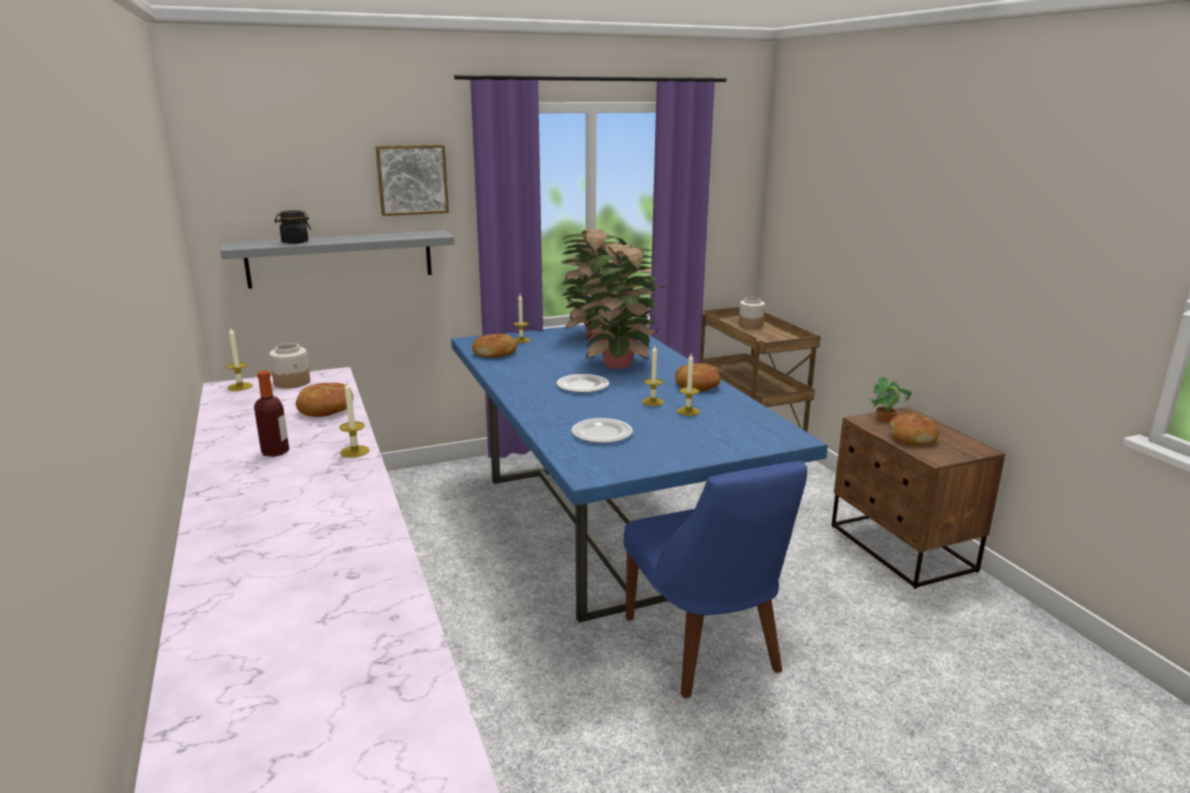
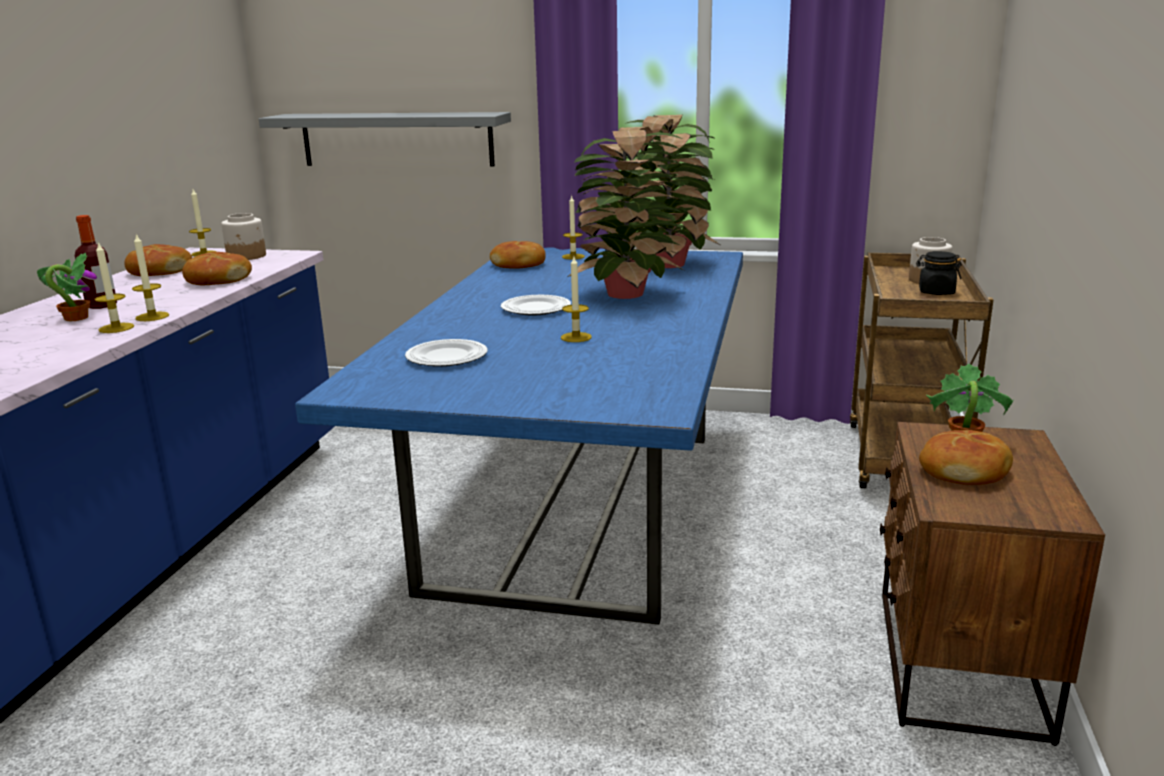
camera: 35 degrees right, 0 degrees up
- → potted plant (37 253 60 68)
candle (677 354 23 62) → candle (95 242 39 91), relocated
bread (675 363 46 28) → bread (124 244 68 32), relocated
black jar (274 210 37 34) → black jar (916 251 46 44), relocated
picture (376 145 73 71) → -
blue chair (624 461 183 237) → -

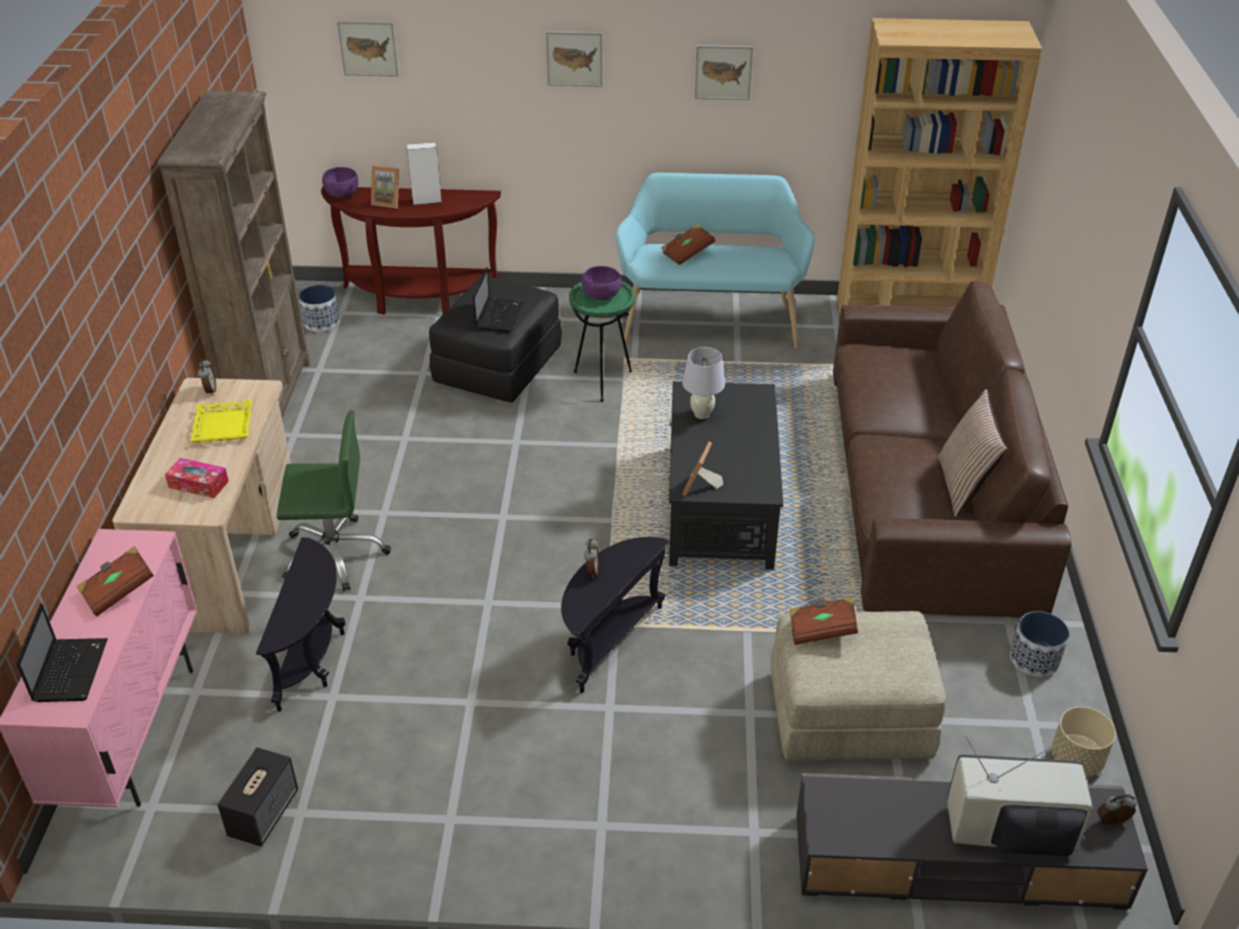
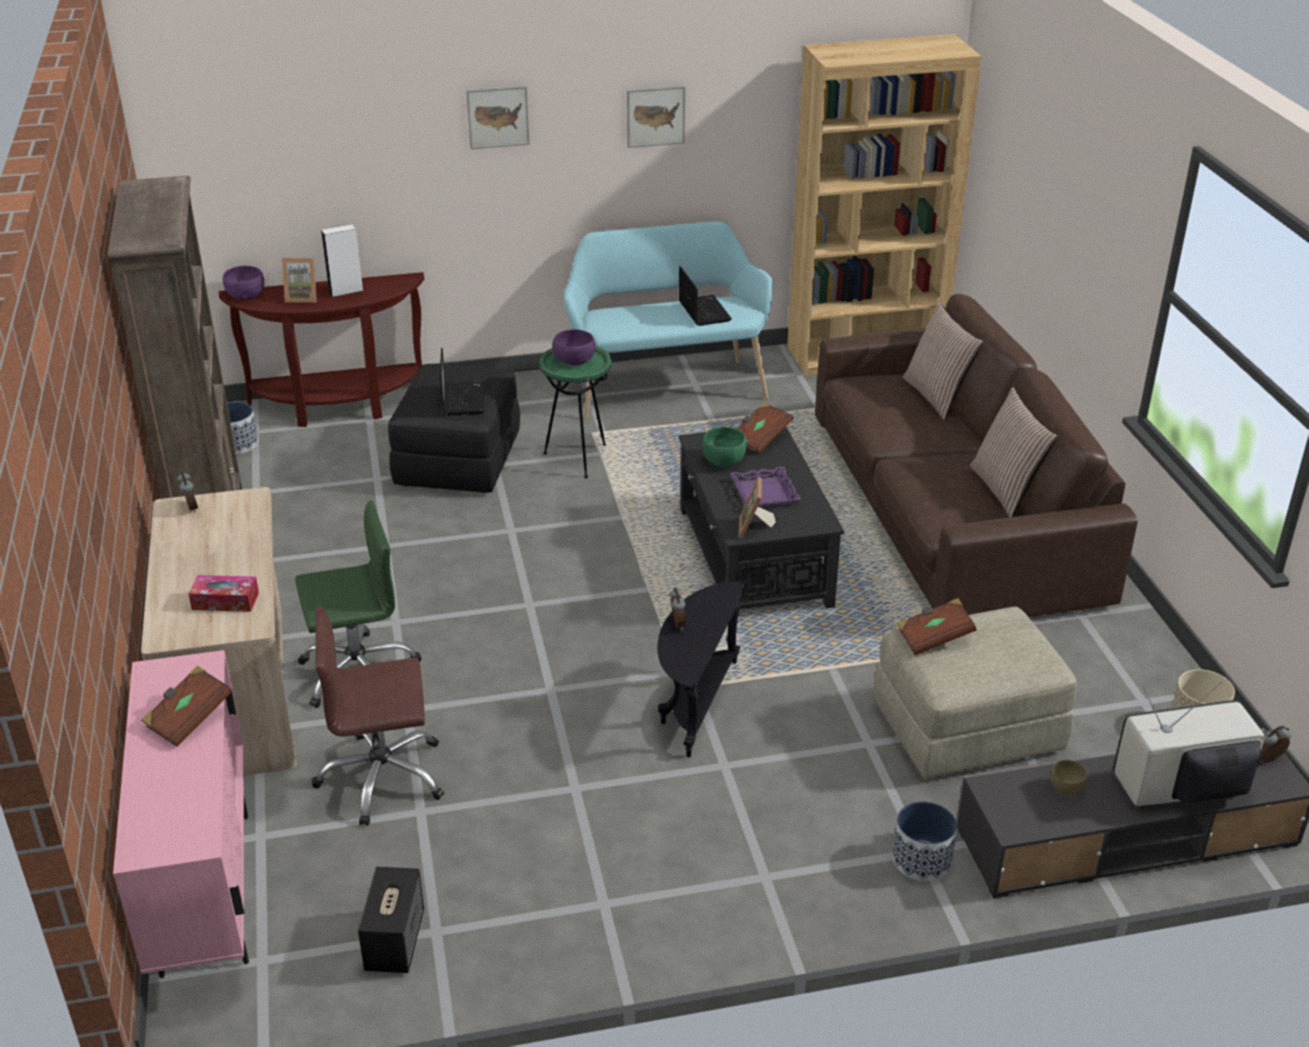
camera: 15 degrees left, 5 degrees down
black side table (256 537 90 175) → brown office chair (312 605 132 221)
laptop (16 603 92 99) → laptop (679 266 53 60), relocated
white table lamp (682 347 43 72) → green bowl (702 427 46 40)
- → purple tray (730 466 71 41)
brown book (661 224 55 41) → brown book (738 402 55 52), relocated
planter (1010 611 59 66) → planter (892 801 65 80), relocated
- → pillow (903 302 80 118)
- → brown bowl (1050 760 37 36)
yellow tray (190 400 62 43) → -
picture (337 21 62 56) → -

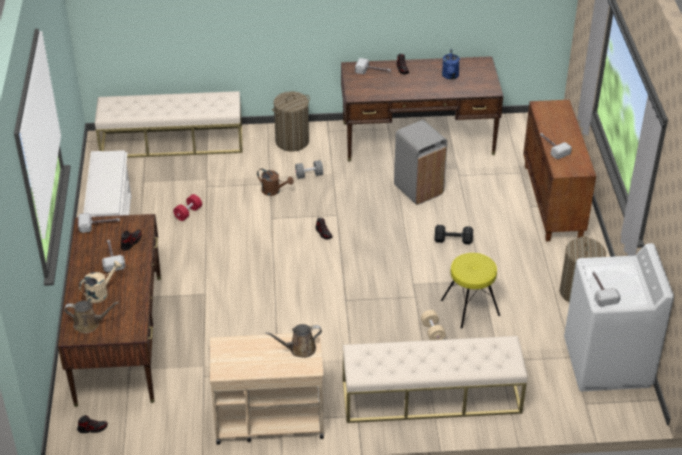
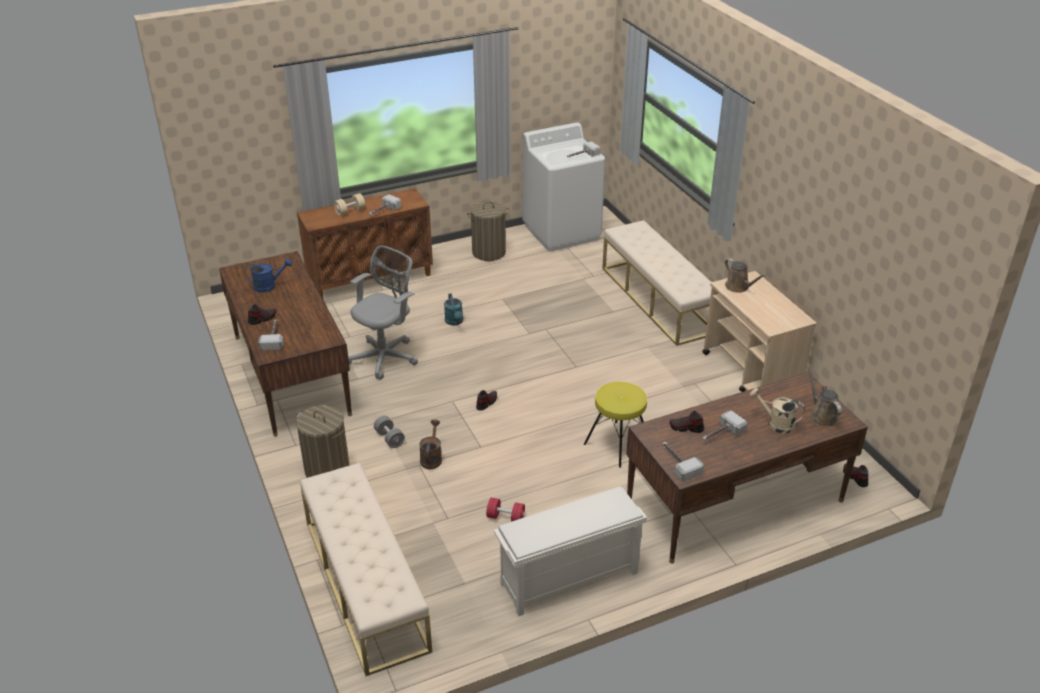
camera: 110 degrees left, 5 degrees down
beige dumbbell (421 310 25 30) → beige dumbbell (334 193 31 23), relocated
grey trash can (394 120 53 85) → grey office chair (348 246 70 134)
black dumbbell (434 225 39 19) → turquoise watering can (444 293 19 33)
yellow stool (441 253 59 76) → yellow stool (584 382 63 86), relocated

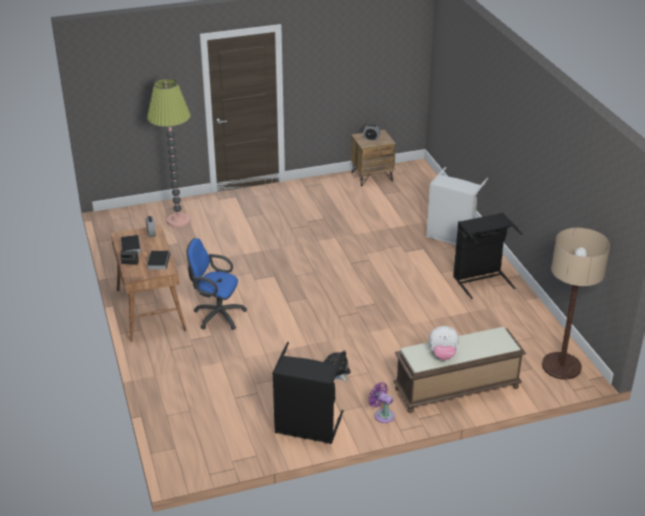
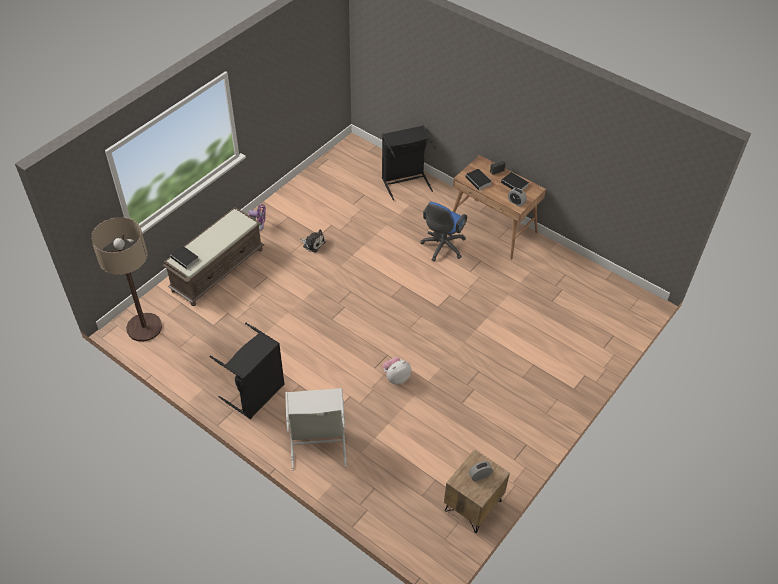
camera: 145 degrees right, 15 degrees up
- → book (170 246 29 23)
black laundry basket (272 342 72 102) → black laundry basket (382 125 54 76), relocated
plush toy (429 326 30 34) → plush toy (383 357 28 27), relocated
blue office chair (187 238 60 92) → blue office chair (420 202 47 59), 135 degrees clockwise
floor lamp (147 78 44 149) → -

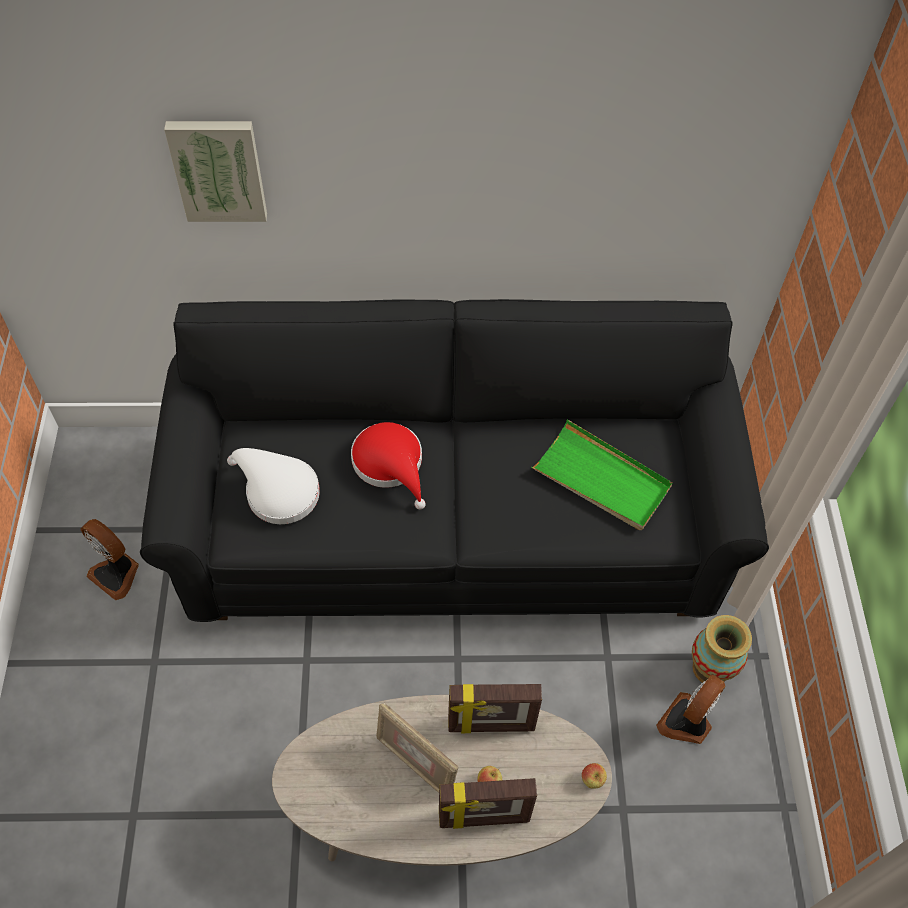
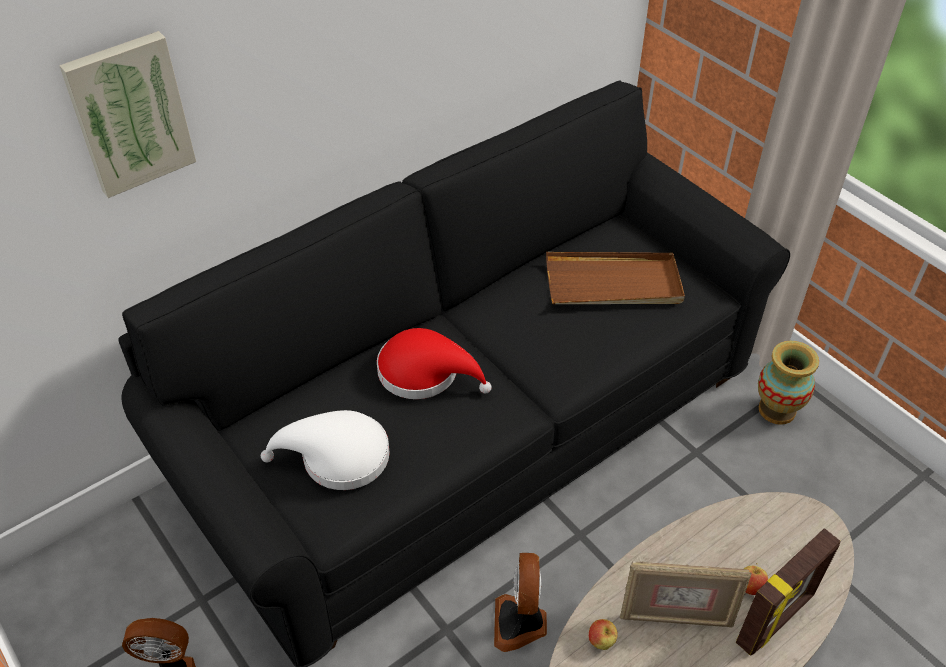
camera: 35 degrees left, 10 degrees down
fan (656 674 69 70) → fan (494 553 53 99), relocated
green tray (531 419 141 111) → brown tray (546 252 139 52)
apple (582 763 25 26) → apple (589 619 29 31), relocated
picture frame (448 684 94 49) → -

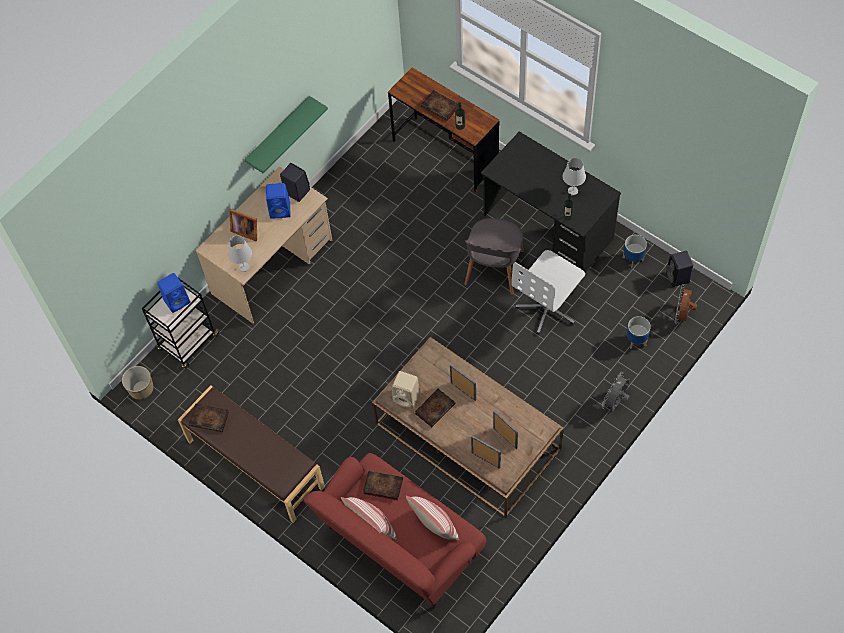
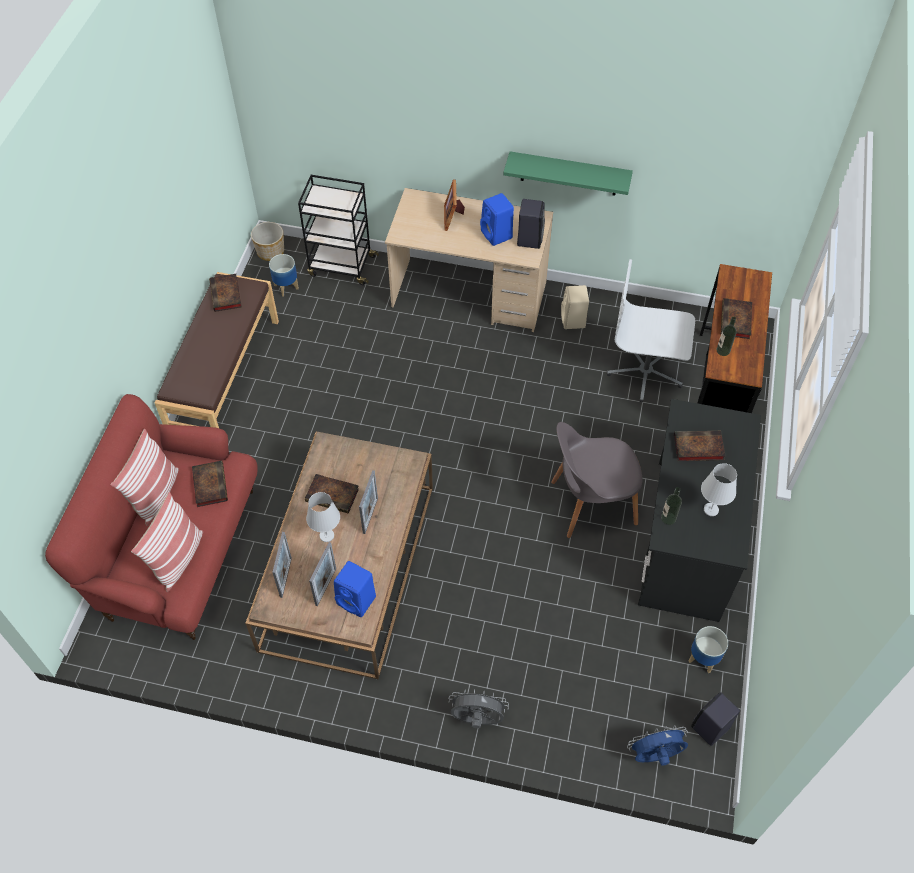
camera: 60 degrees right, 5 degrees down
planter (627 316 24 32) → planter (269 254 30 43), relocated
white table lamp (228 236 24 36) → white table lamp (306 492 34 50), relocated
blue speaker (157 273 33 40) → blue speaker (334 561 42 56), relocated
beige speaker (392 371 28 38) → beige speaker (561 285 28 44), relocated
white office chair (511 250 74 84) → white office chair (607 259 88 144), relocated
brown fan (675 284 22 40) → blue fan (627 725 61 41)
- → book (674 431 52 30)

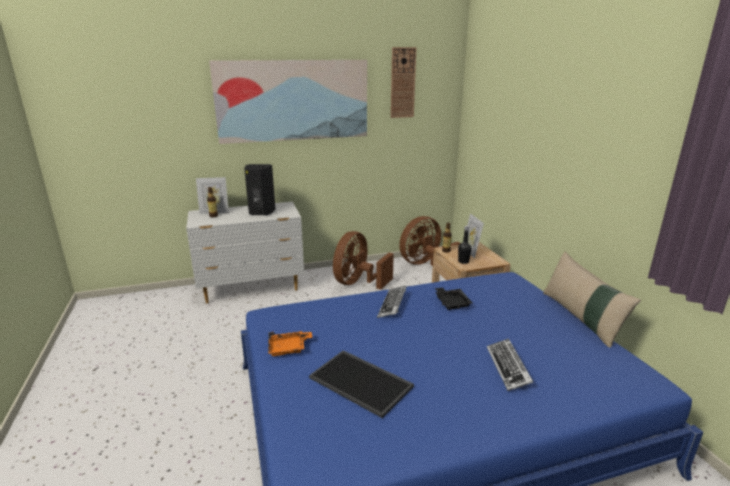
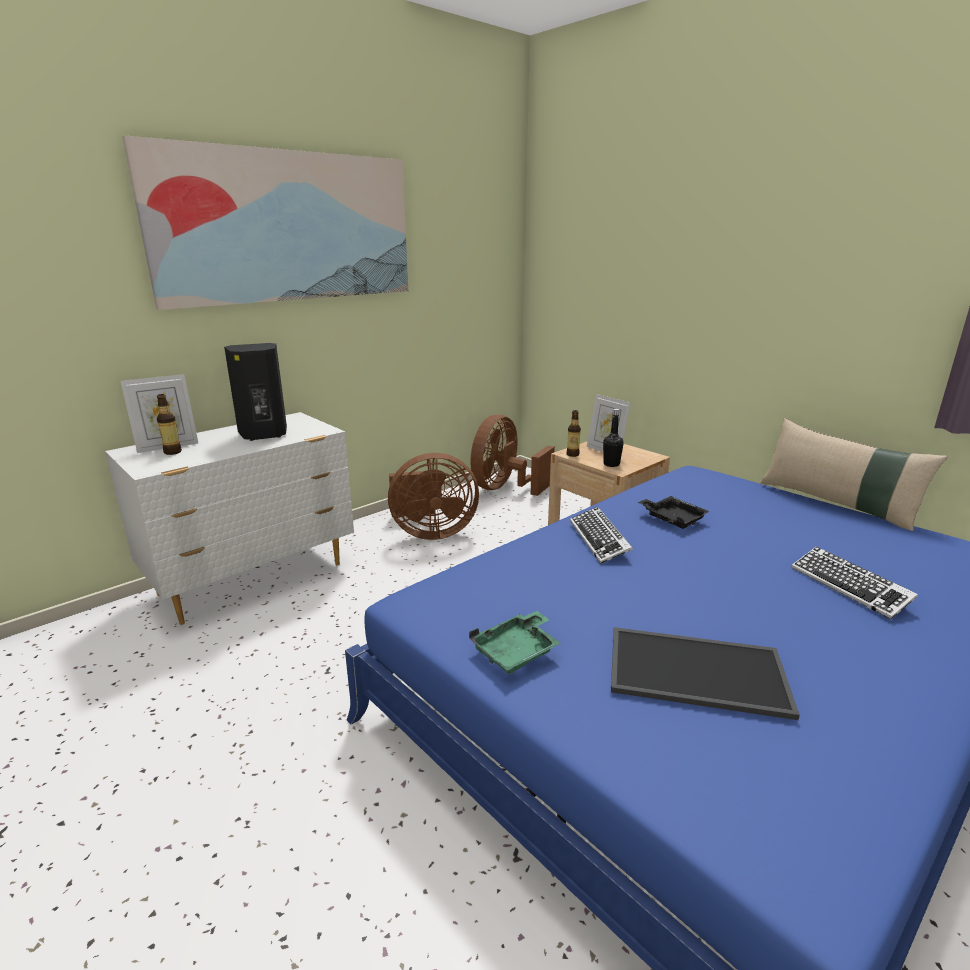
camera: 25 degrees left, 0 degrees up
brown fan (333 231 61 59) → brown fan (388 453 91 87), 105 degrees counterclockwise
orange tray (268 331 44 25) → green tray (469 611 91 63)
wall clock (391 47 26 71) → -

